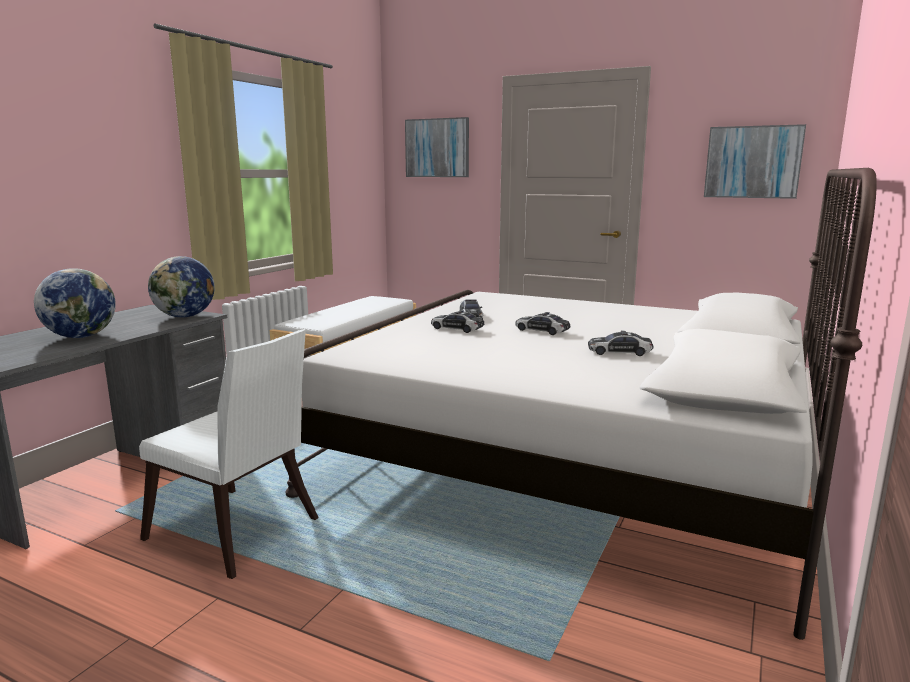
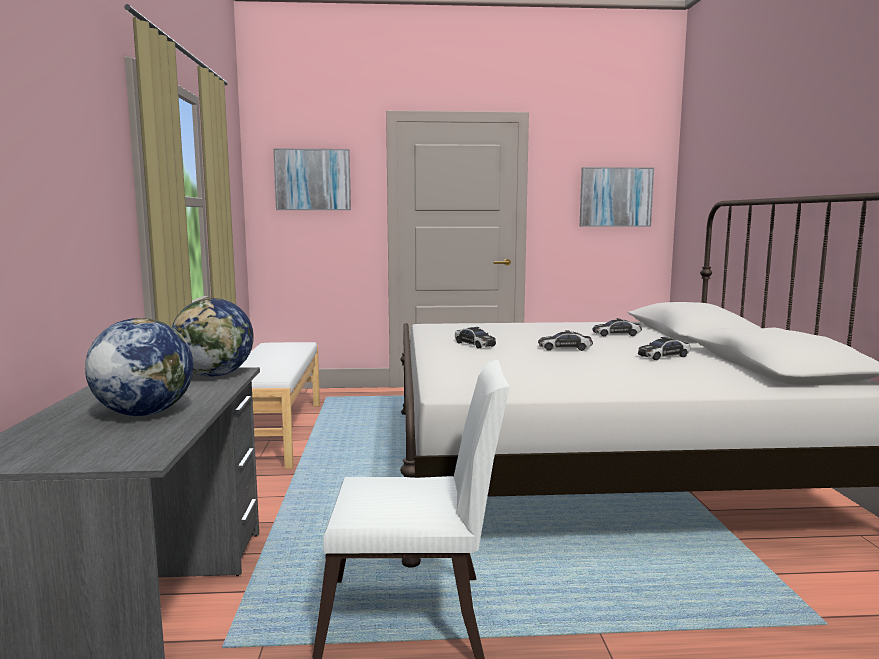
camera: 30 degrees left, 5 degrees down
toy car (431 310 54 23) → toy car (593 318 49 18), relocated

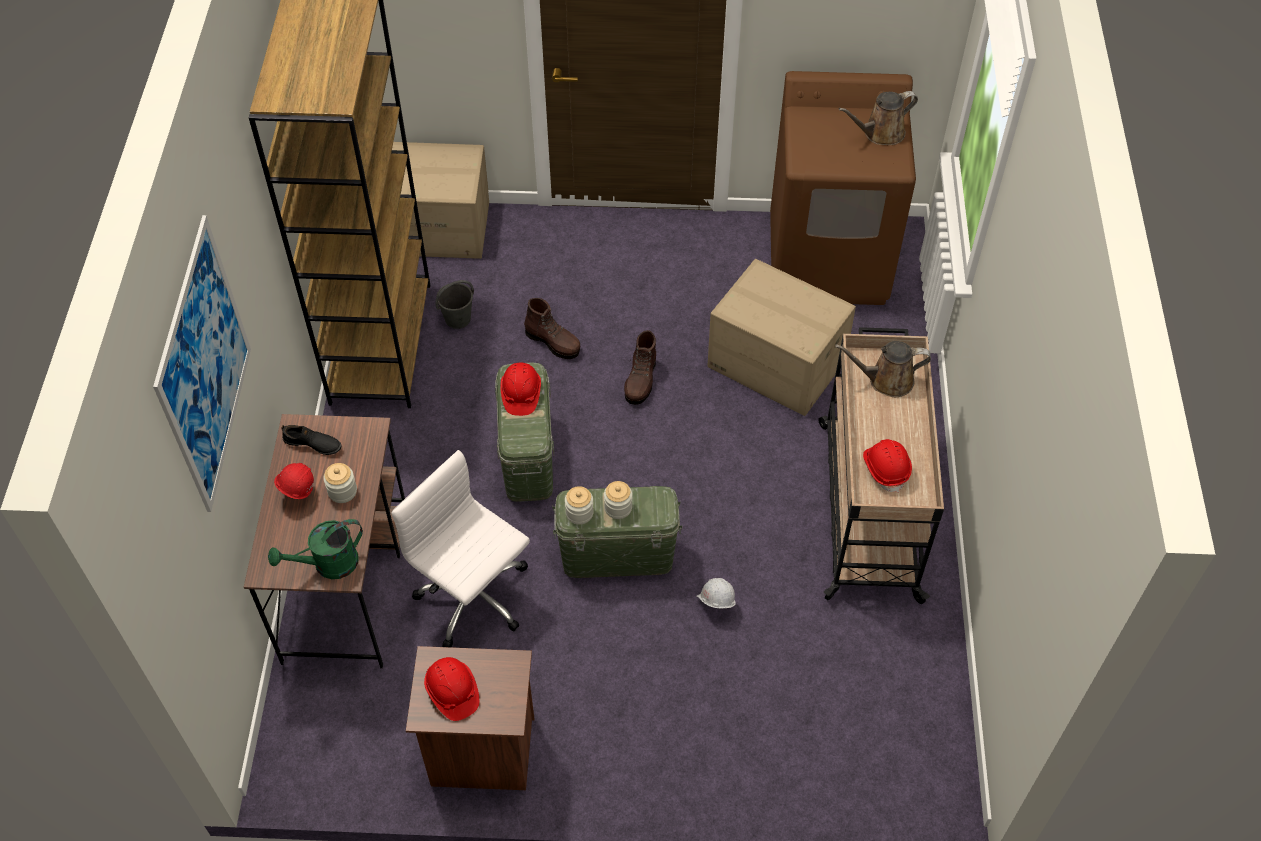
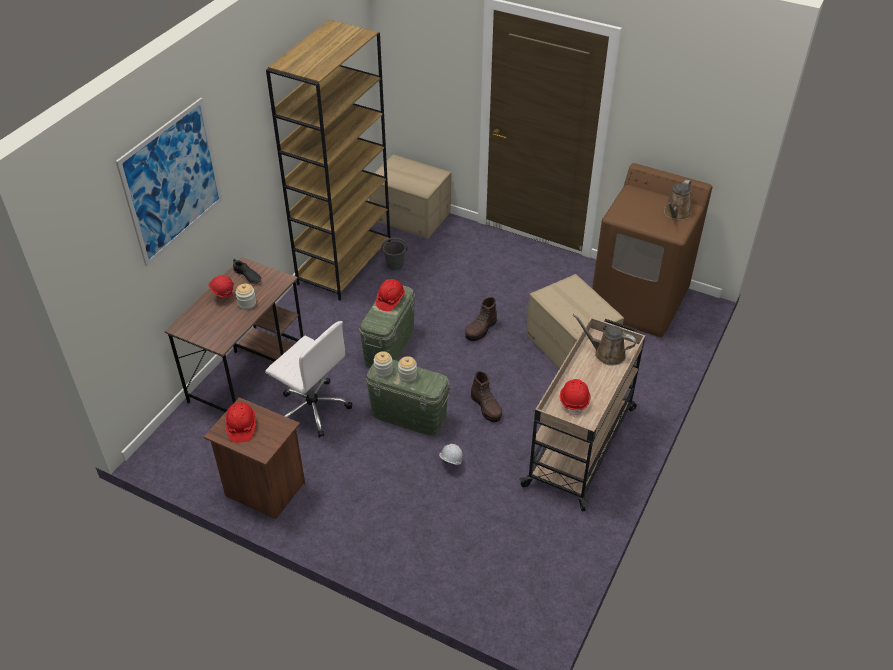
camera: 25 degrees right, 10 degrees down
white office chair (391 450 139 197) → white office chair (265 321 87 117), 150 degrees clockwise
brown boot (524 298 56 61) → brown boot (471 371 31 51), relocated
brown watering can (839 91 79 54) → brown watering can (664 180 28 40), 60 degrees counterclockwise
green watering can (268 519 95 60) → -

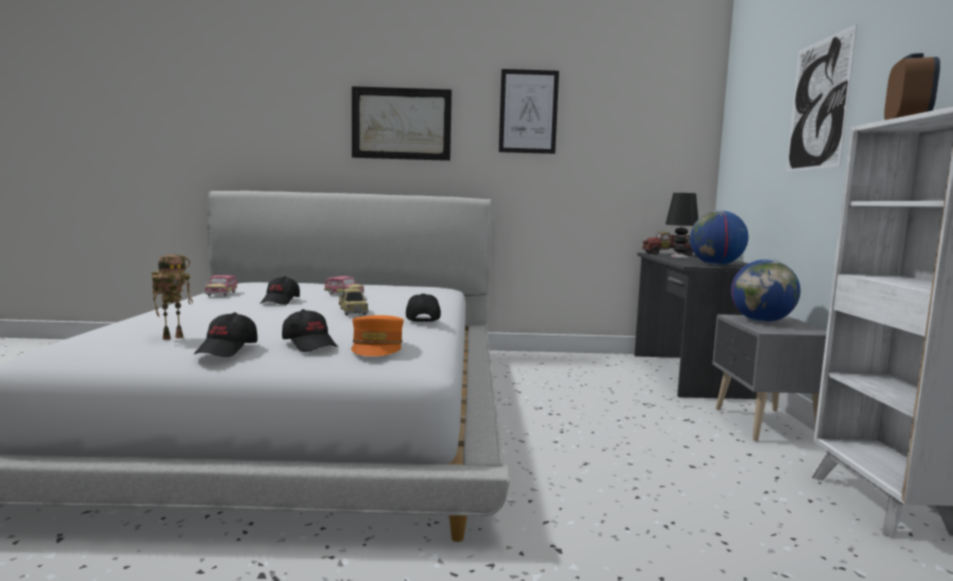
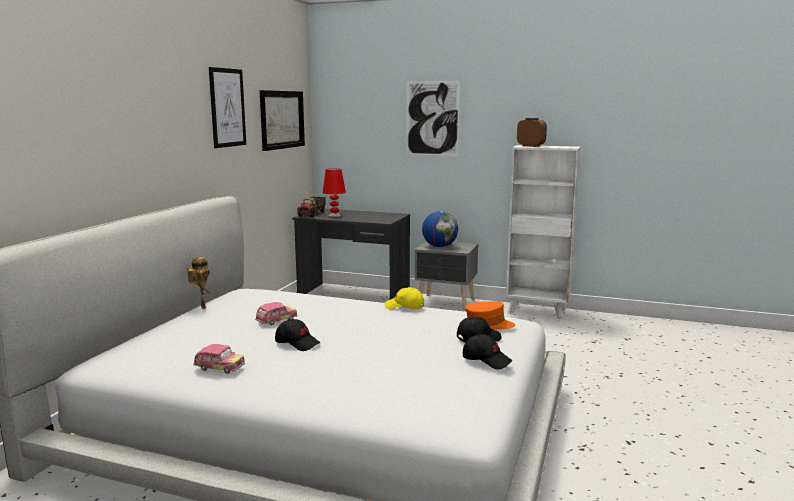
camera: 70 degrees left, 5 degrees up
toy robot (151 255 42 85) → toy robot (187 256 24 53), relocated
picture (352 86 100 75) → picture (260 90 45 61), relocated
black table lamp (665 193 33 65) → red table lamp (322 168 24 49)
black cap (406 293 35 29) → yellow cap (384 287 40 22)
toy car (339 288 30 27) → -
globe (690 210 58 55) → -

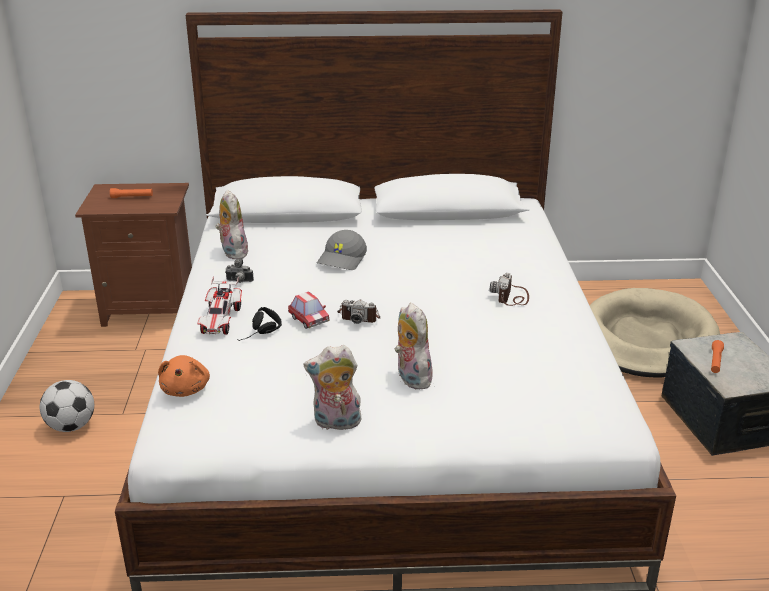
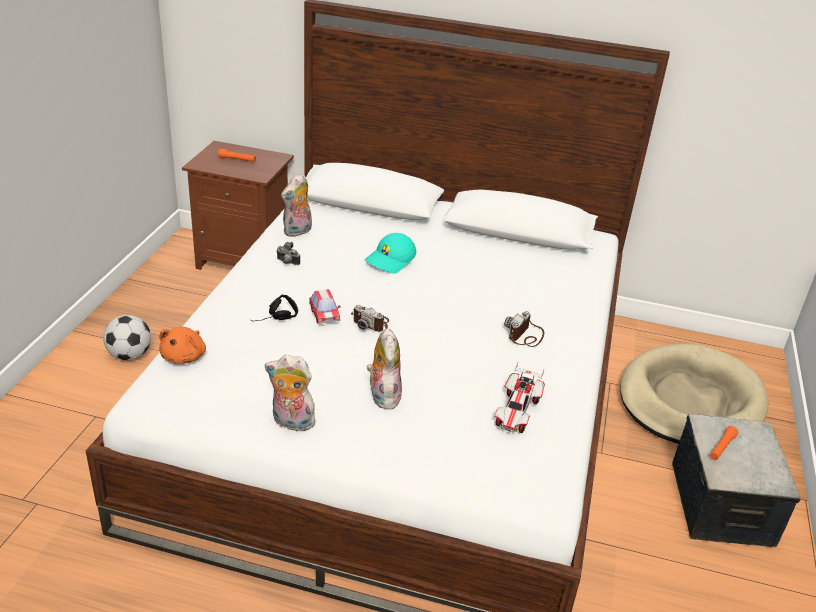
camera: 15 degrees right, 5 degrees up
plush toy (216 190 32 69) → plush toy (281 173 31 64), 135 degrees counterclockwise
grey cap (317 230 50 40) → turquoise cap (365 233 51 41)
toy car (197 276 45 59) → toy car (494 363 51 70), relocated

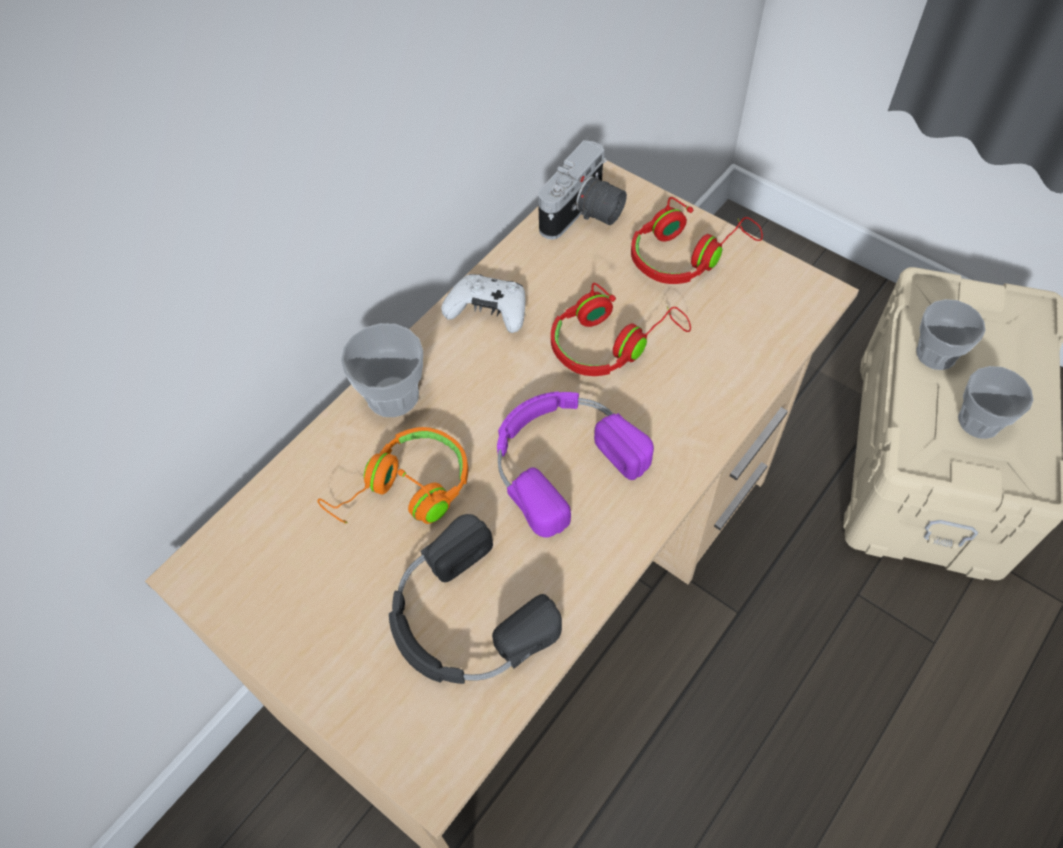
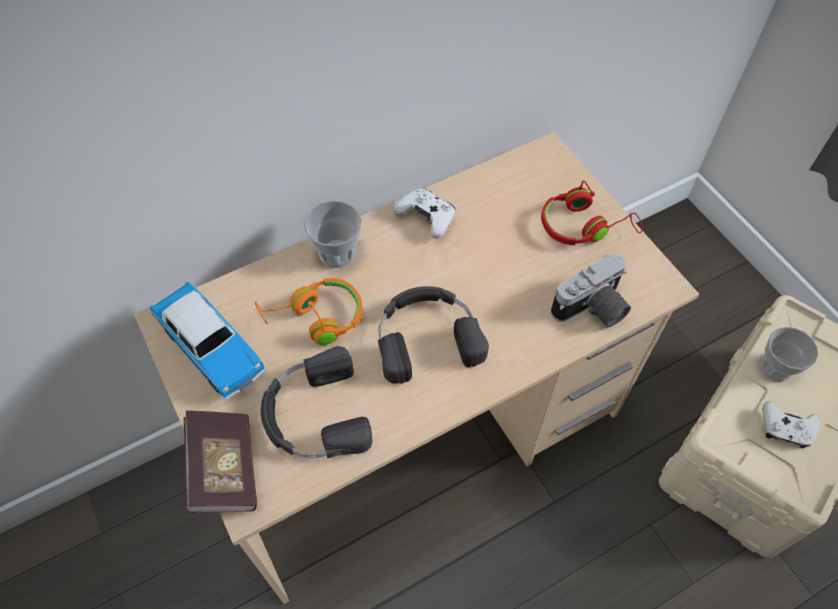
camera: 20 degrees right, 0 degrees up
- → toy car (150 281 117 119)
- → book (184 411 73 102)
purple headphones (497 391 157 147) → black headphones (378 286 111 98)
photo camera (538 140 89 100) → photo camera (551 253 80 74), relocated
cup (958 366 75 73) → white game controller (762 402 59 46)
red headphones (551 283 140 93) → -

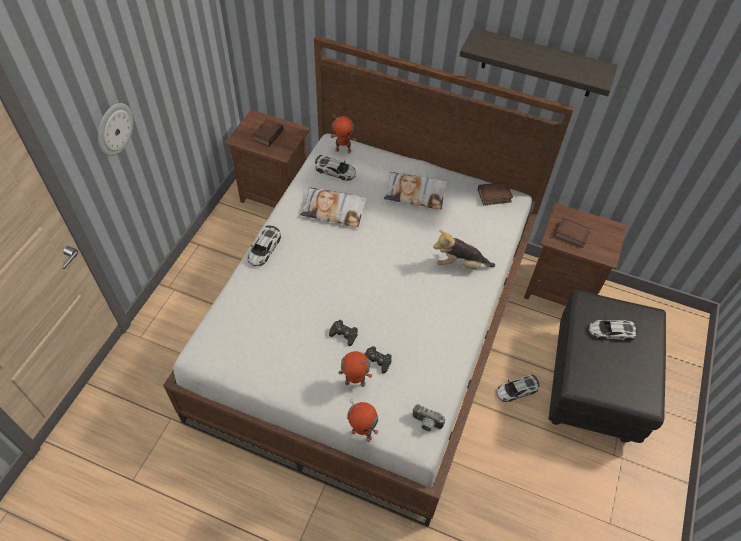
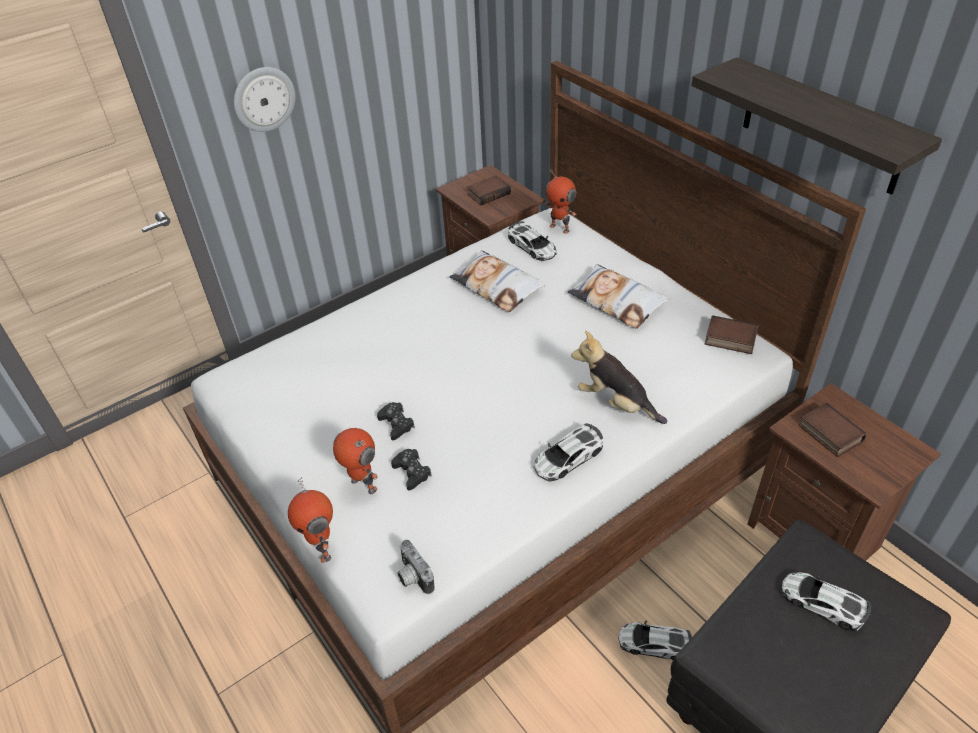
camera: 35 degrees right, 10 degrees down
toy car (247 225 34 41) → toy car (534 423 69 59), relocated

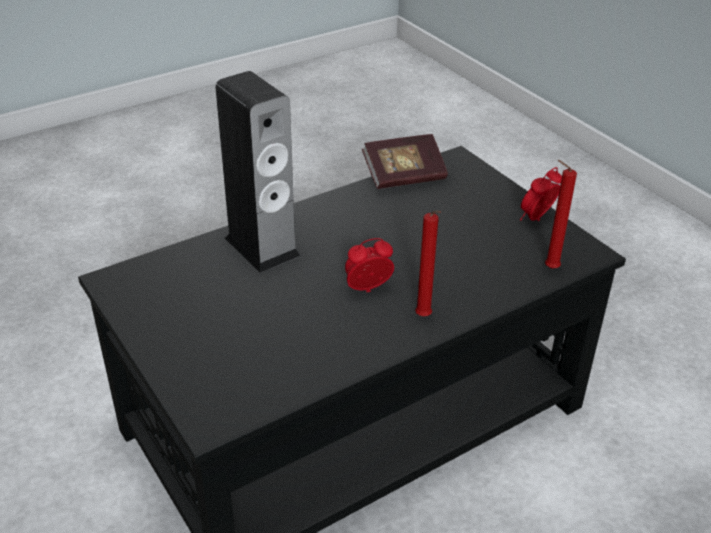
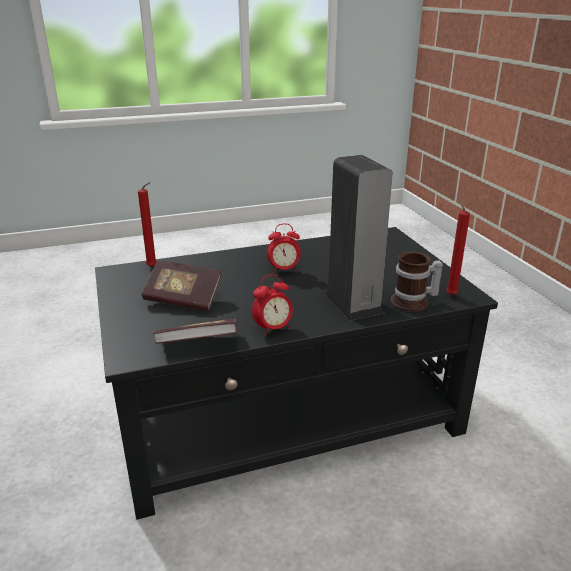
camera: 165 degrees left, 10 degrees down
- → book (142 260 79 51)
alarm clock (520 167 42 54) → alarm clock (252 274 41 63), relocated
- → mug (390 251 53 61)
red candle (415 210 26 106) → red candle (446 199 24 97), relocated

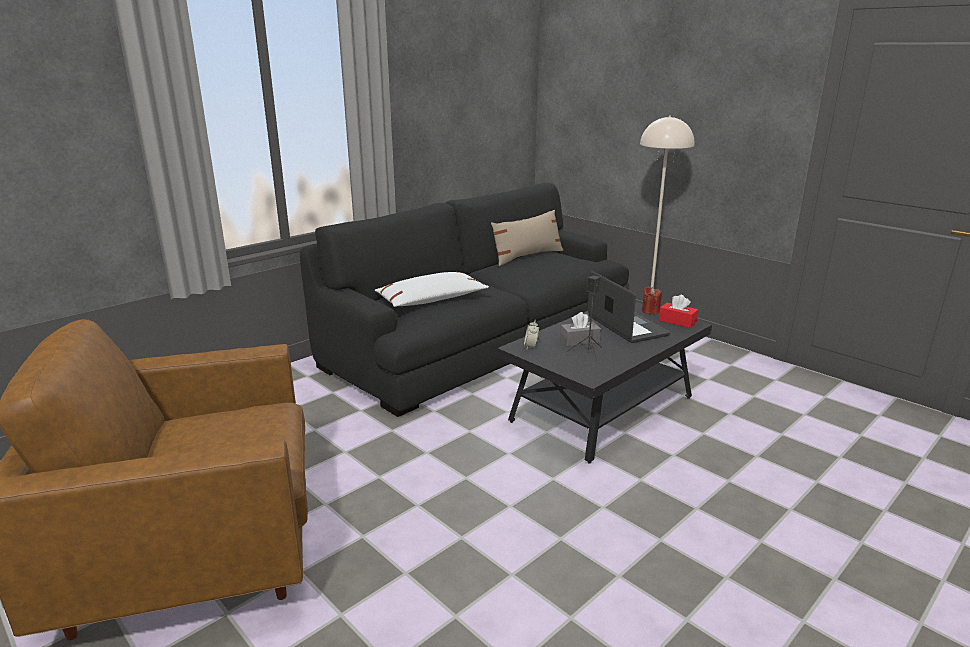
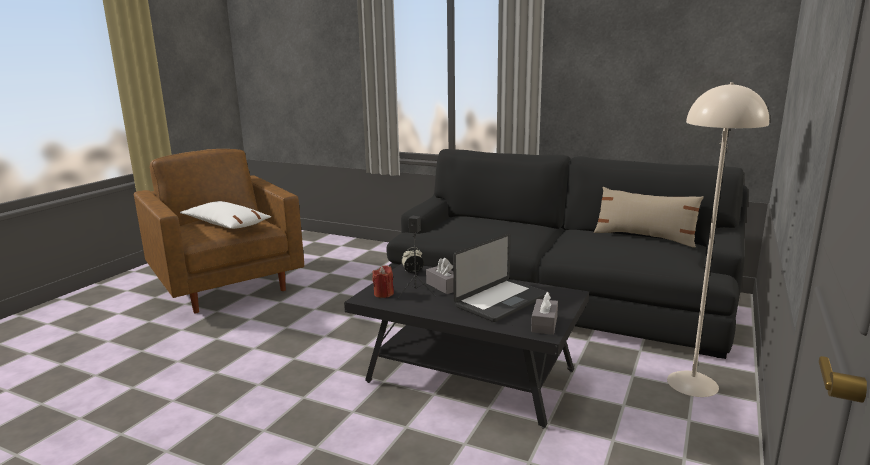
camera: 70 degrees right, 5 degrees down
white pillow (375 272 114 35) → white pillow (180 201 91 28), relocated
red candle (642 287 20 28) → red candle (372 265 22 33), relocated
red tissue box (659 295 39 33) → grey tissue box (531 292 27 43)

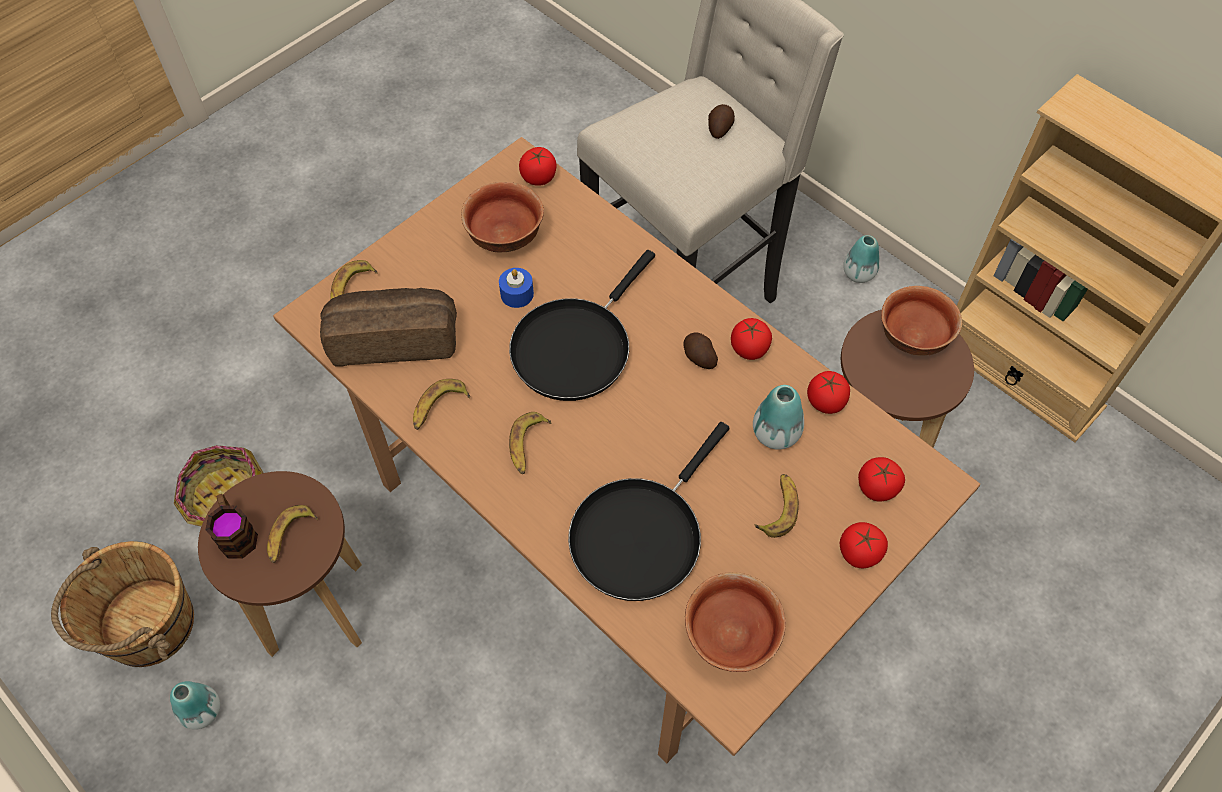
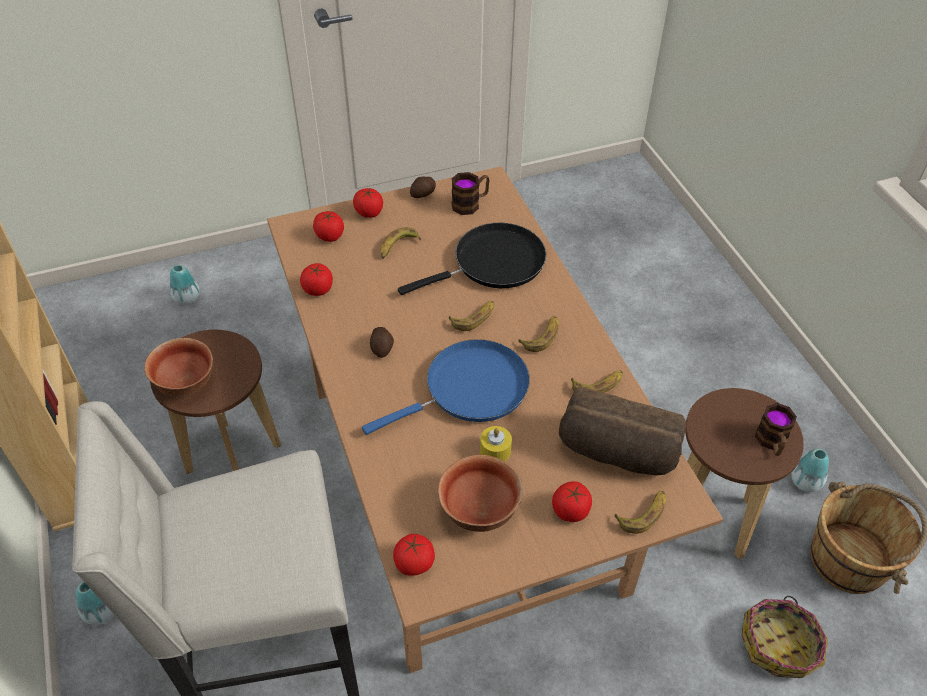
camera: 155 degrees left, 10 degrees down
vase (753 385 51 65) → vase (170 265 29 40), relocated
black frying pan (509 250 146 151) → blue frying pan (362 339 168 96)
potato (708 104 27 35) → potato (410 176 26 22), relocated
banana (267 505 51 58) → banana (449 301 45 30), relocated
bowl (685 572 101 100) → mug (451 172 39 43)
blue candle (499 268 35 40) → yellow candle (480 426 32 36)
tomato (731 318 41 42) → tomato (552 481 40 41), relocated

